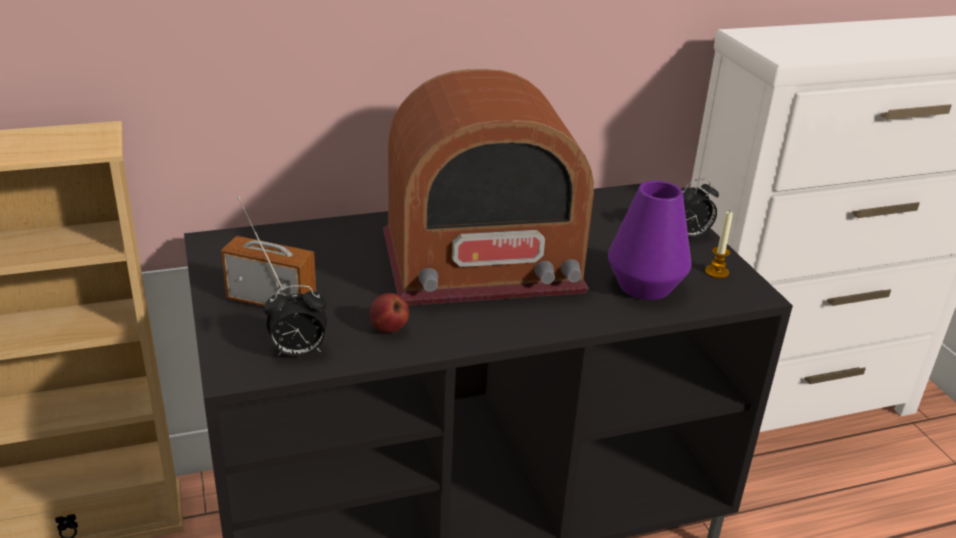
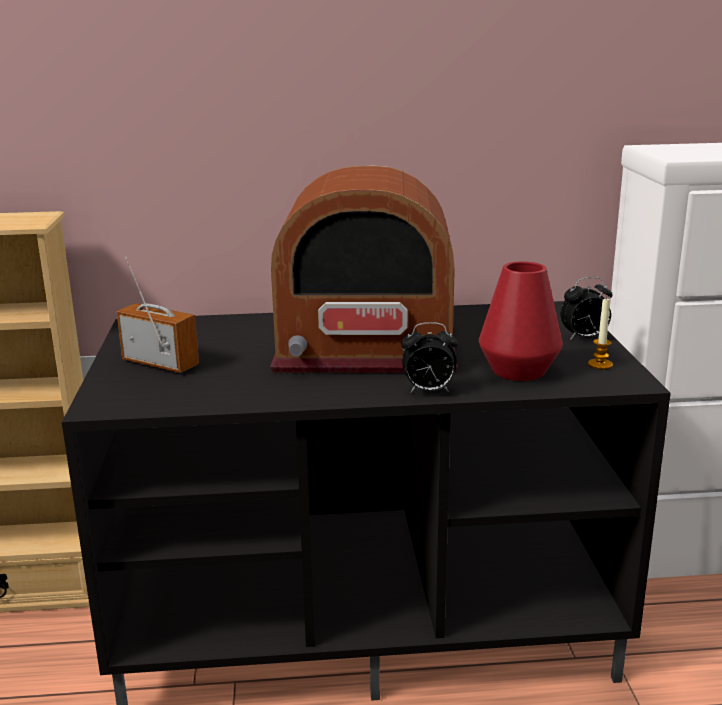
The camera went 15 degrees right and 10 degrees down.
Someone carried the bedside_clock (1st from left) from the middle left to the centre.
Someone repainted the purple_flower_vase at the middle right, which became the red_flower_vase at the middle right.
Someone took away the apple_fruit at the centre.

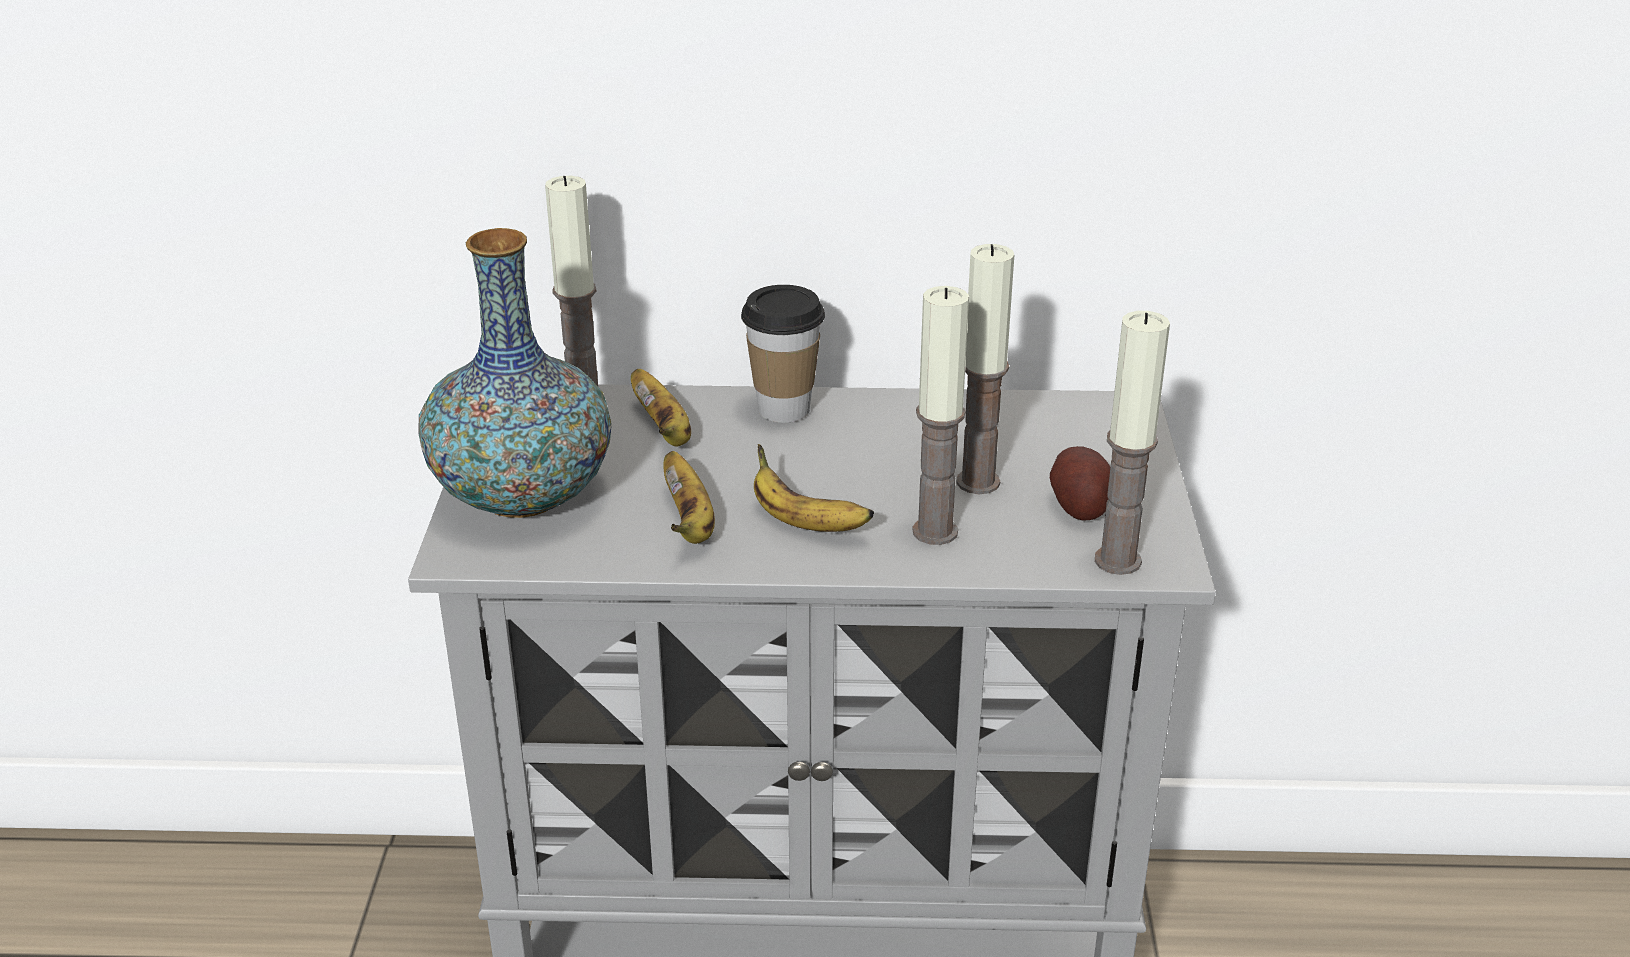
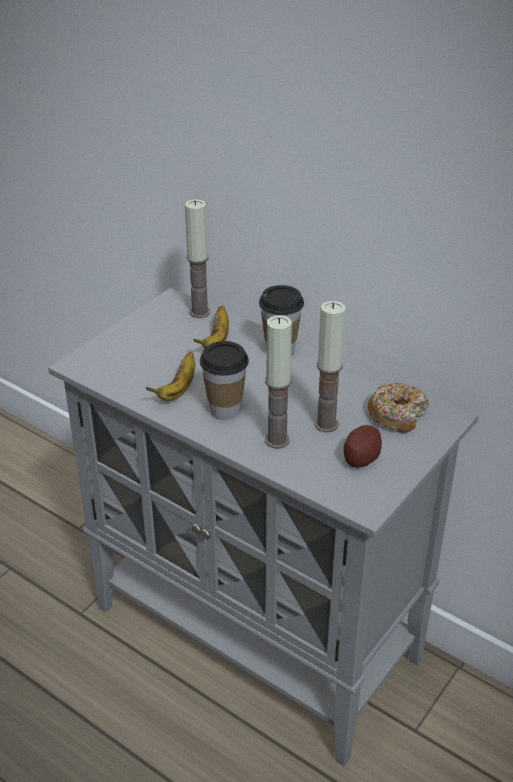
The camera went 35 degrees right and 5 degrees up.
Someone swapped the banana_fruit (3rd from left) at the centre for the cup (1st from left) at the centre.
Someone put down the doughnut at the middle right.
Someone took away the flower_vase at the middle left.
Someone took away the wax_light (4th from left) at the middle right.

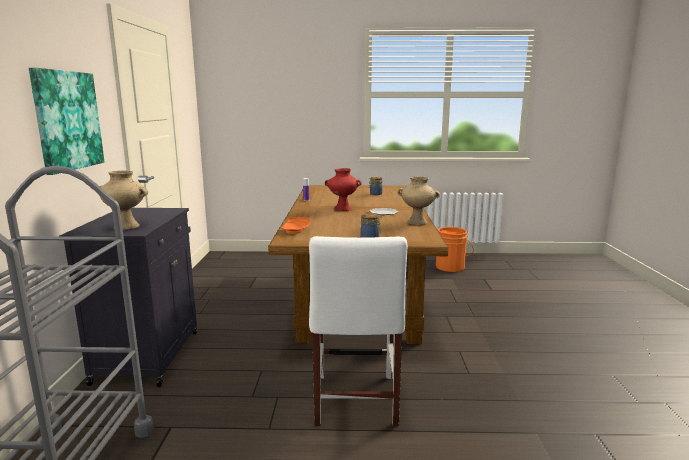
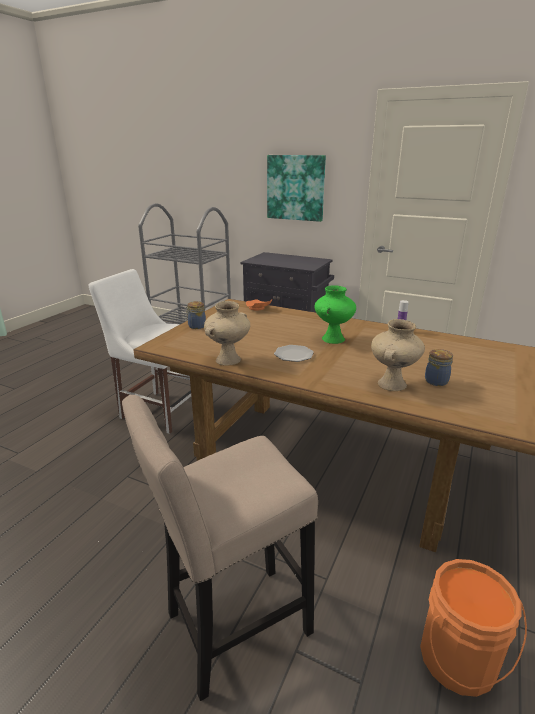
The camera went 115 degrees right and 10 degrees up.
Someone put down the beige_sitting_stool at the bottom centre.
Someone repainted the red_flower_vase at the centre, which became the green_flower_vase at the centre.
Someone carried the beige_flower_vase (1st from left in the first image) from the middle left to the middle right.

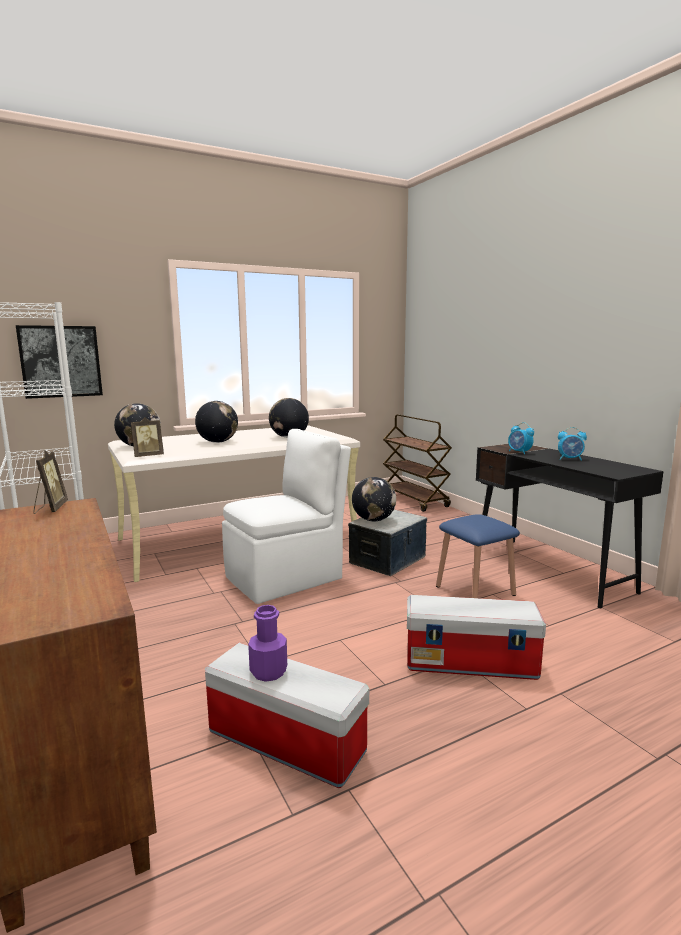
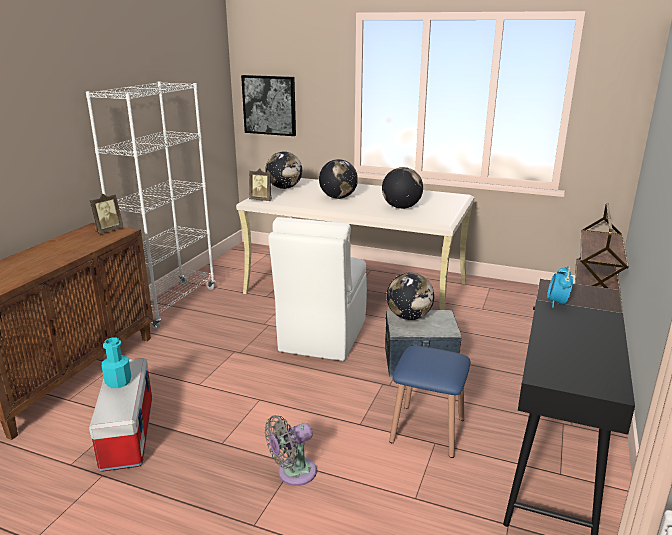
The camera went 50 degrees right and 10 degrees up.
Someone repainted the purple_drink_bottle at the bottom centre, which became the turquoise-coloured_drink_bottle at the bottom left.
Someone swapped the storage_container (3rd from left) at the bottom right for the grey_electric_fan at the bottom centre.
Someone rotated the white-coloured_chair at the centre by 90 degrees clockwise.
Someone took away the bedside_clock (2nd from left) at the middle right.

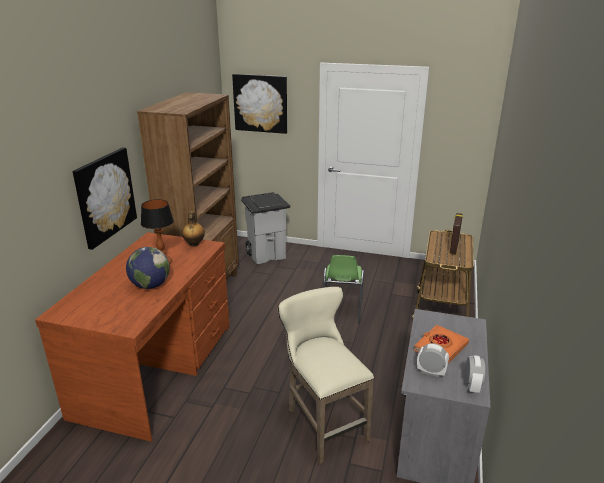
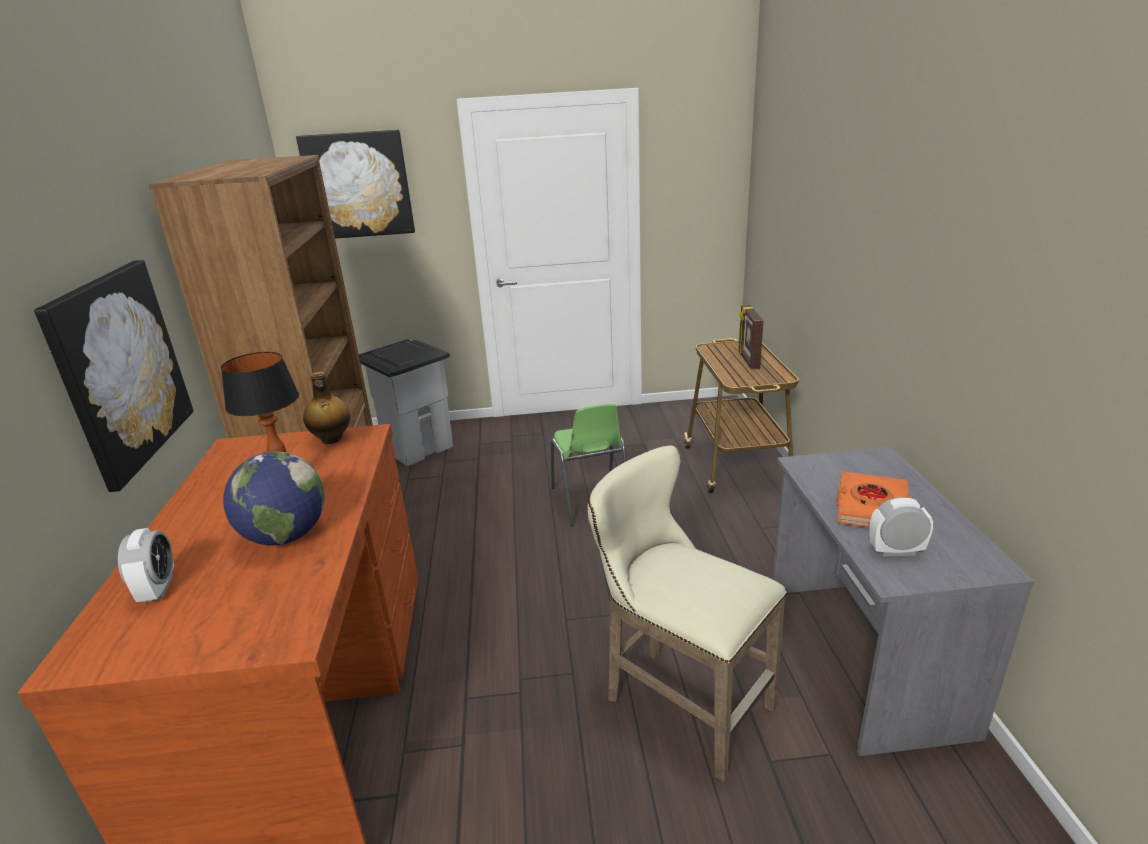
The camera went 20 degrees left and 0 degrees up.
Someone carried the bedside_clock (2nd from left in the first image) from the bottom right to the bottom left.

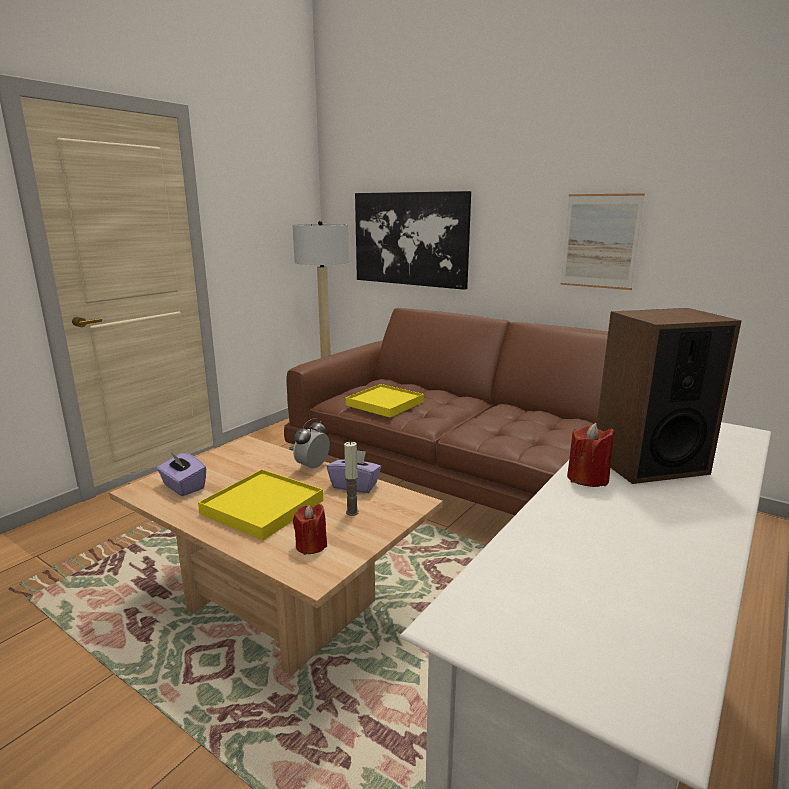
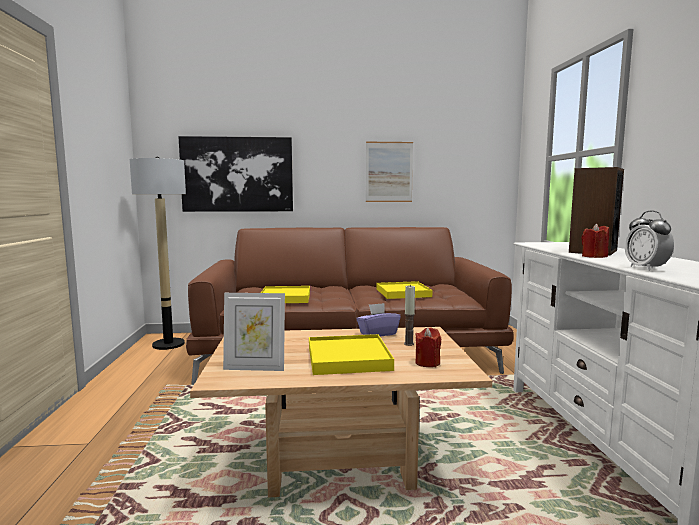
The camera went 40 degrees left and 10 degrees down.
Someone swapped the purple_tissue_holder (1st from left) at the middle left for the standing_frame at the centre.
Someone put down the yellow-coloured_tray (3rd from left) at the centre.
Someone carried the bedside_clock from the centre to the middle right.

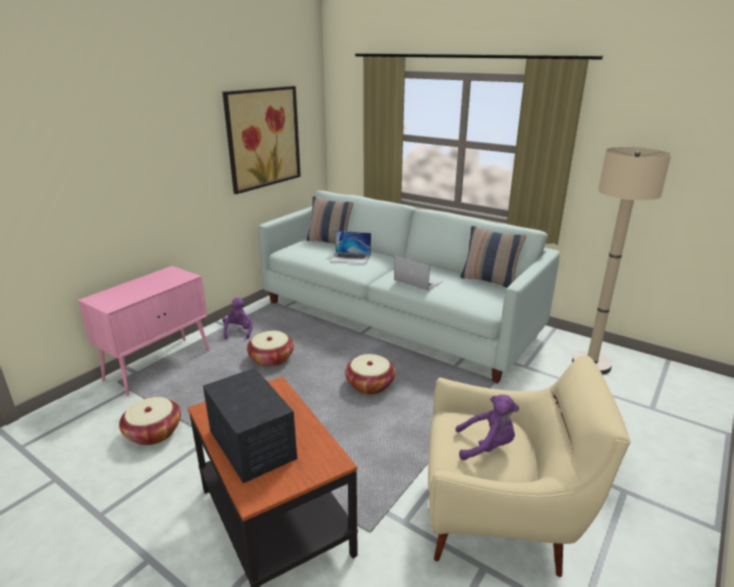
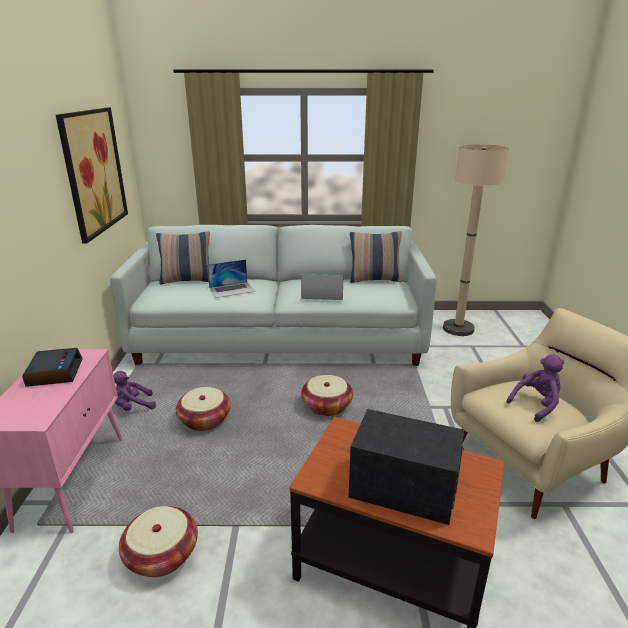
The camera went 35 degrees left and 0 degrees up.
Someone put down the bedside_clock at the middle left.
Someone rotated the purple_plush_toy (1st from left) at the middle left by 75 degrees counterclockwise.

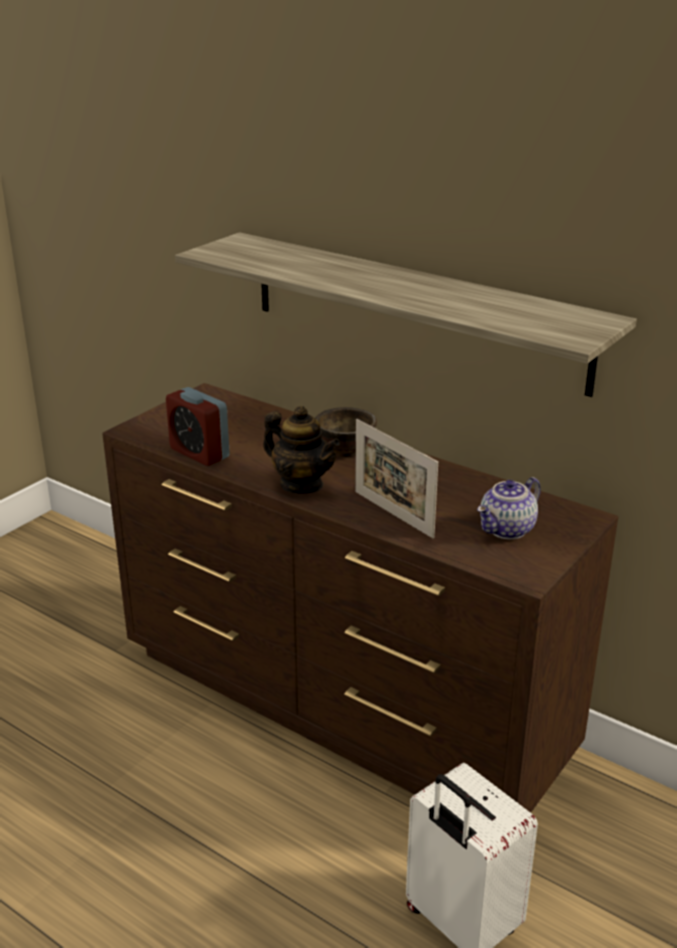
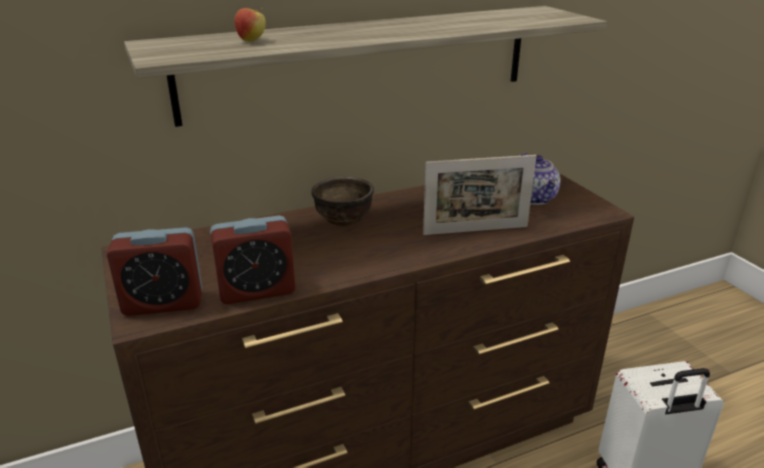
The camera went 60 degrees left and 0 degrees up.
Someone put down the bedside_clock (1st from left) at the middle left.
Someone put down the apple_fruit at the top left.
Someone took away the tea_pot (1st from left) at the centre.

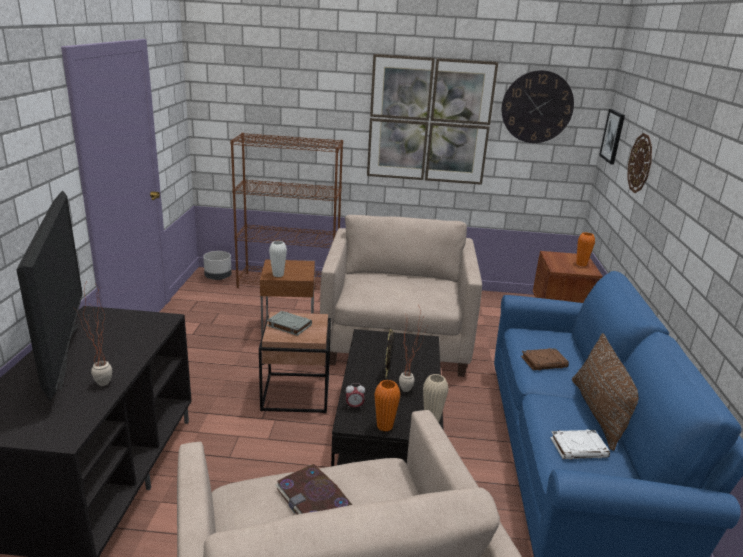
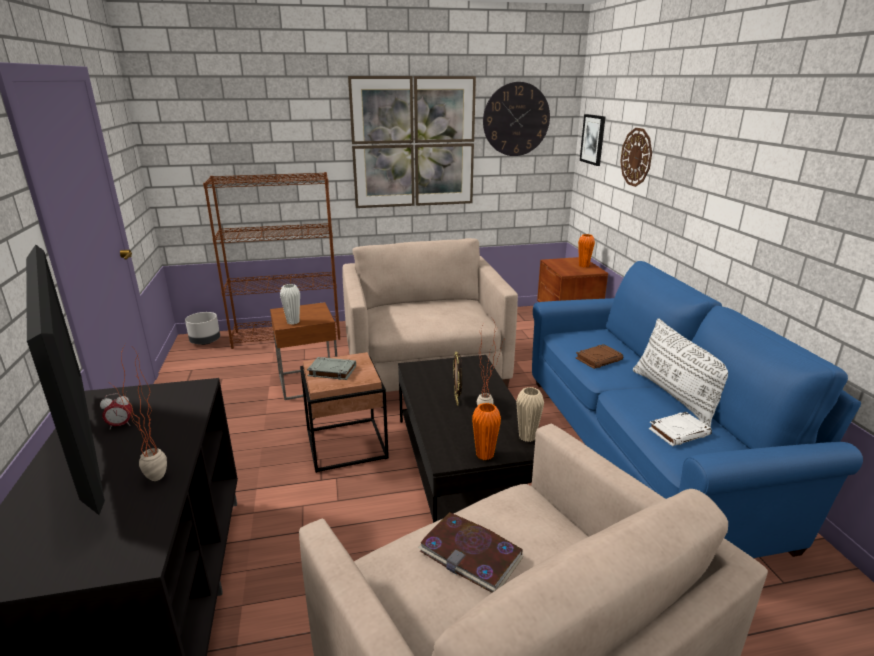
The camera went 15 degrees left and 0 degrees up.
Someone carried the bedside_clock from the bottom centre to the middle left.
Someone repainted the brown_throw_pillow at the bottom right, which became the white-coloured_throw_pillow at the middle right.

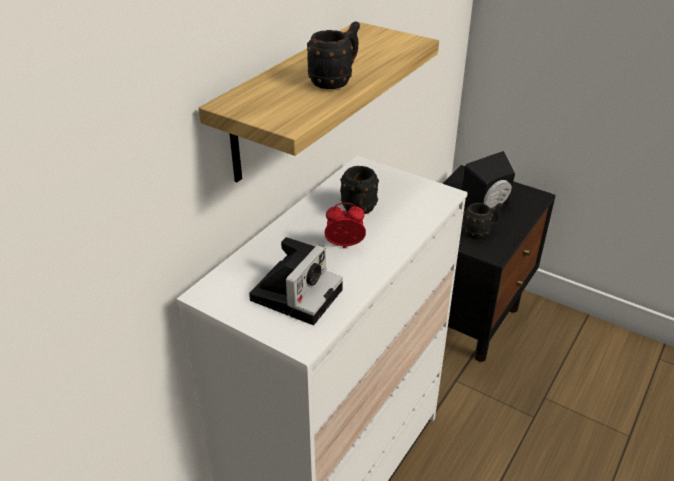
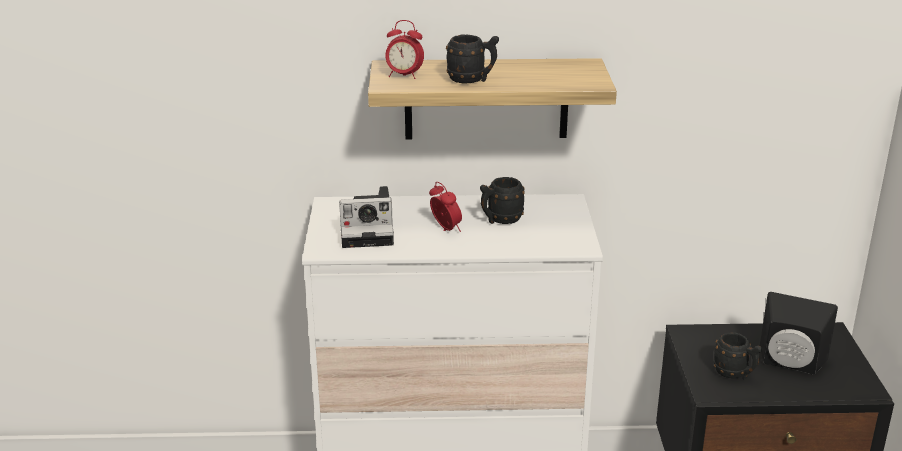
The camera went 55 degrees right and 10 degrees down.
Someone put down the bedside_clock (1st from left) at the top centre.

